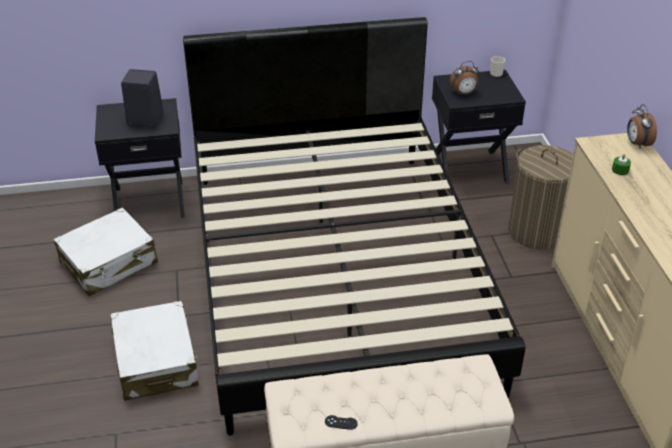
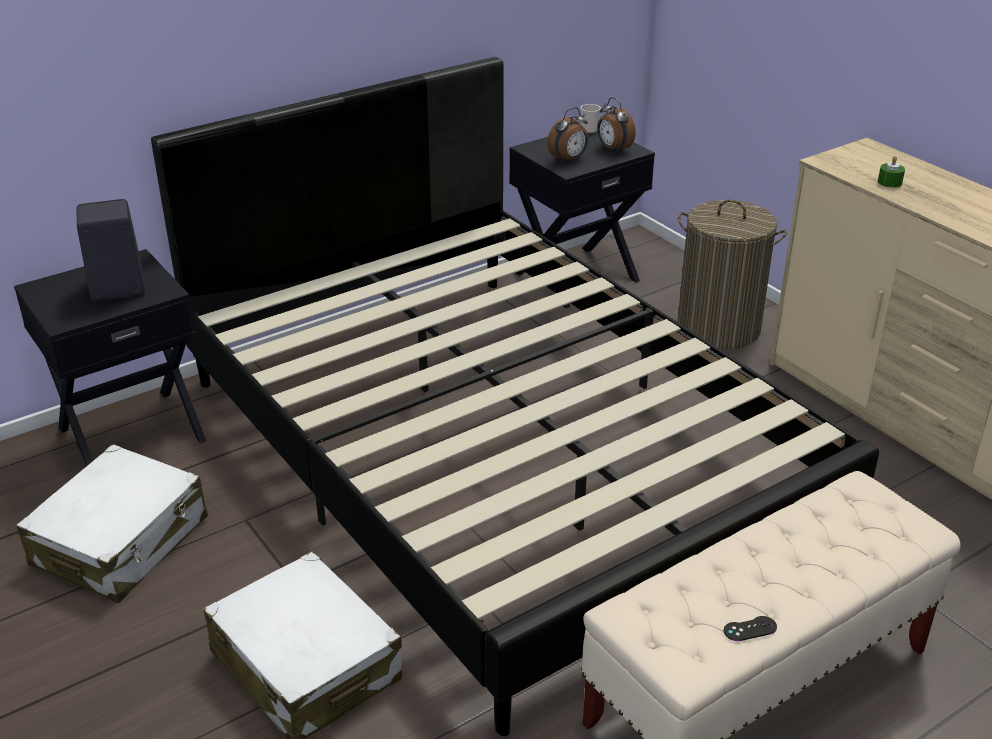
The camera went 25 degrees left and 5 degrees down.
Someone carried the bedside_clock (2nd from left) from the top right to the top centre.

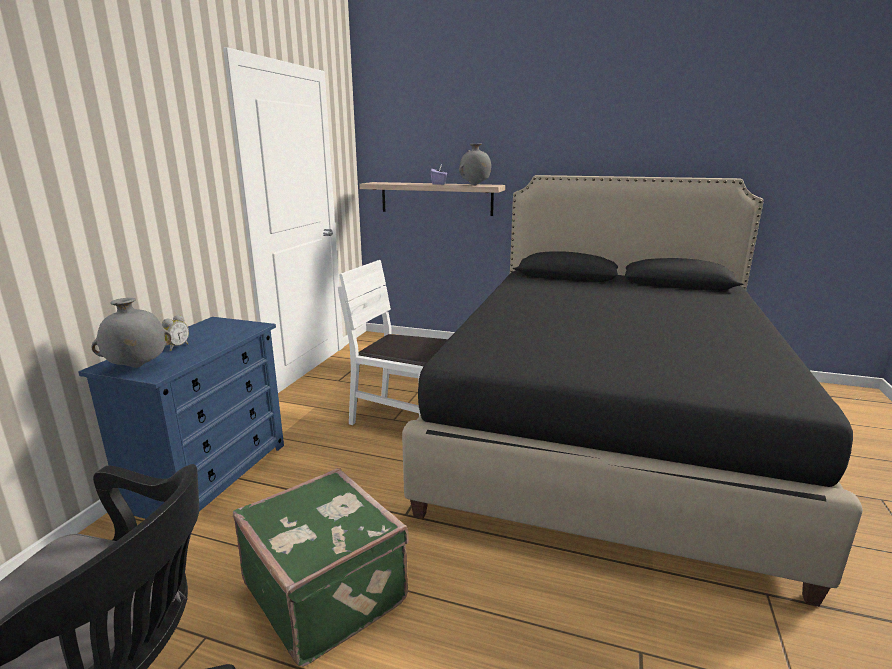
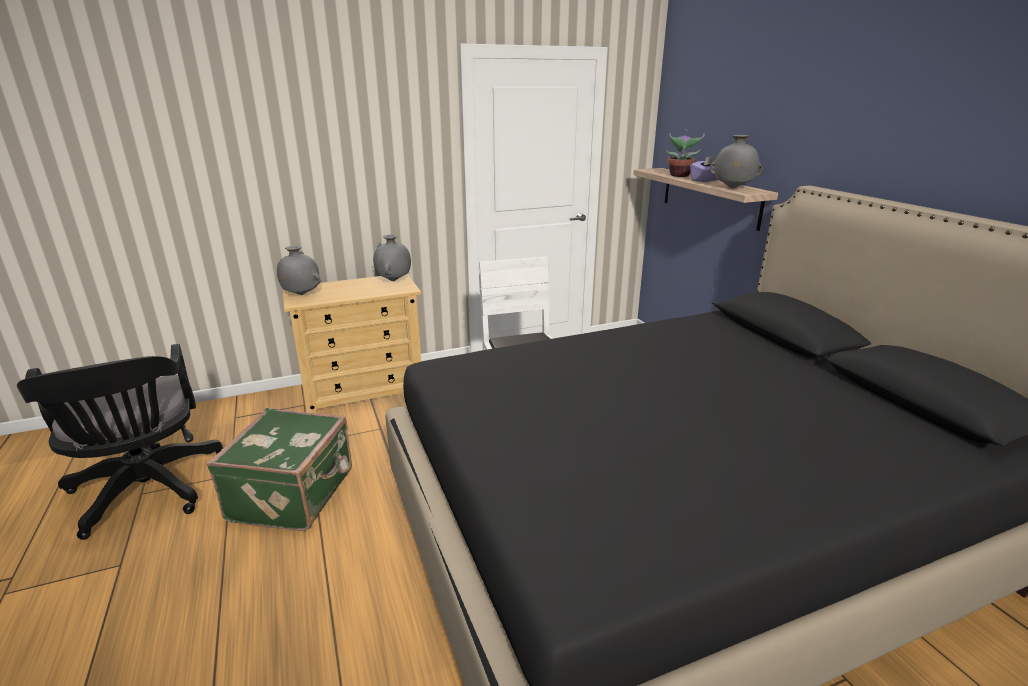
The camera went 50 degrees right and 5 degrees up.
Someone repainted the bluish_drawer_chest at the middle left, which became the beige_drawer_chest at the centre.
Someone put down the grey_flower_vase (2nd from left) at the centre.
Someone put down the houseplant at the top centre.
Someone took away the bedside_clock at the middle left.

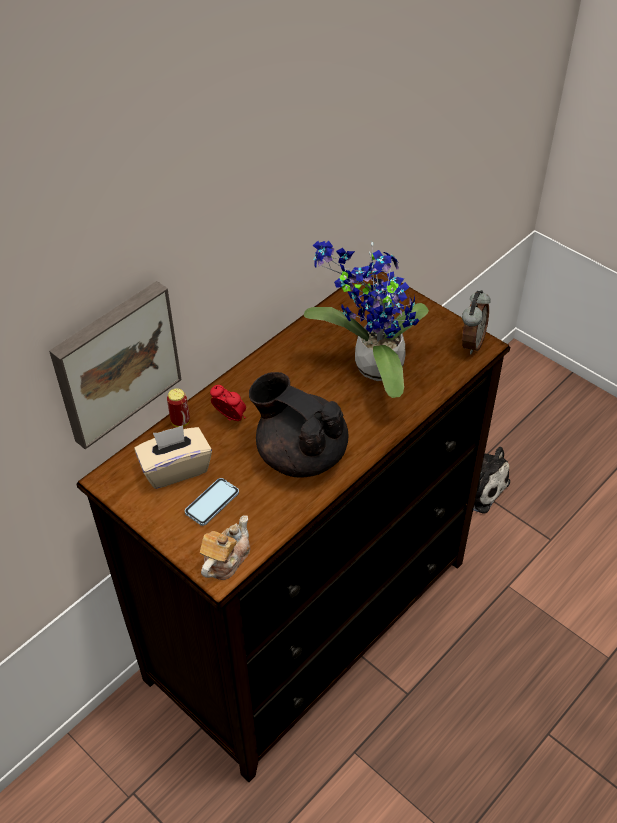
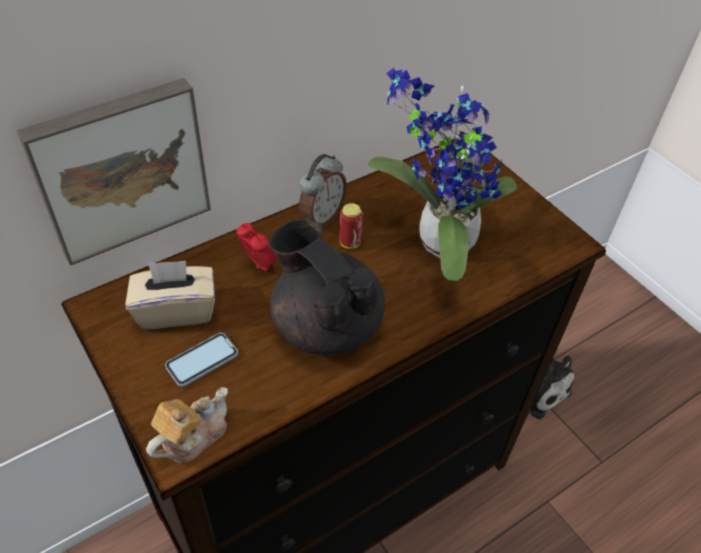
The camera went 10 degrees right and 0 degrees up.
Someone carried the bedside_clock (2nd from left) from the middle right to the centre.
Someone carried the metal_can from the middle left to the centre.

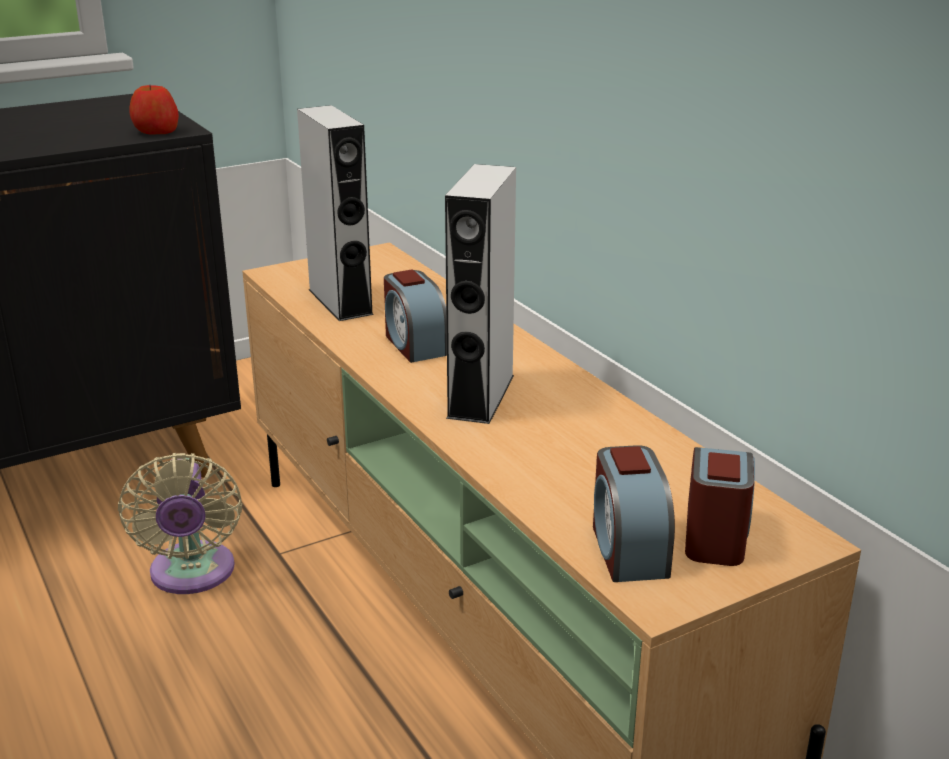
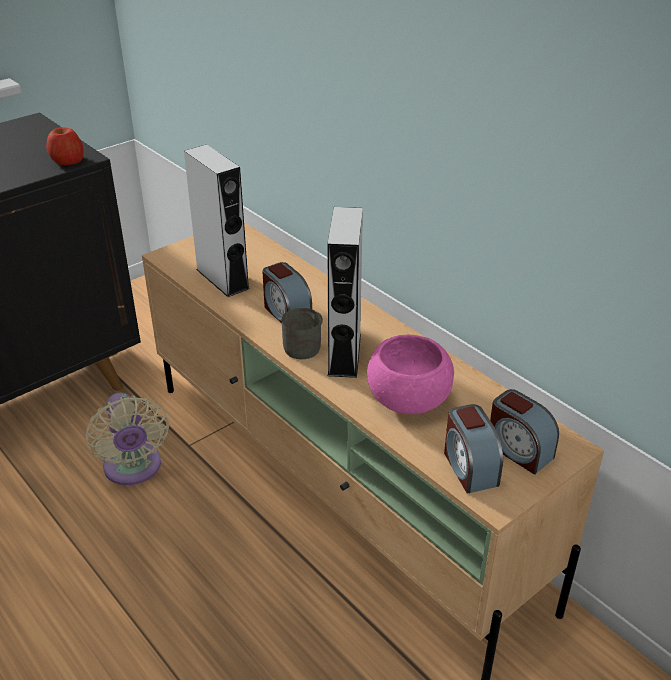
The camera went 10 degrees left and 10 degrees up.
Someone put down the grey_mug at the centre.
Someone put down the pink_bowl at the centre.
Someone rotated the bedside_clock (3rd from left) at the bottom right by 135 degrees clockwise.

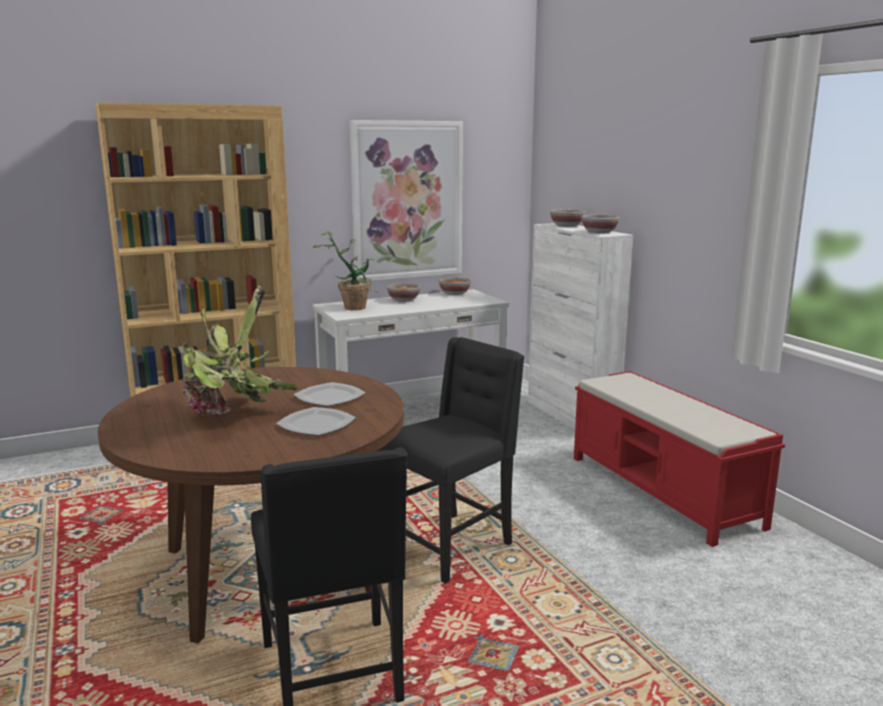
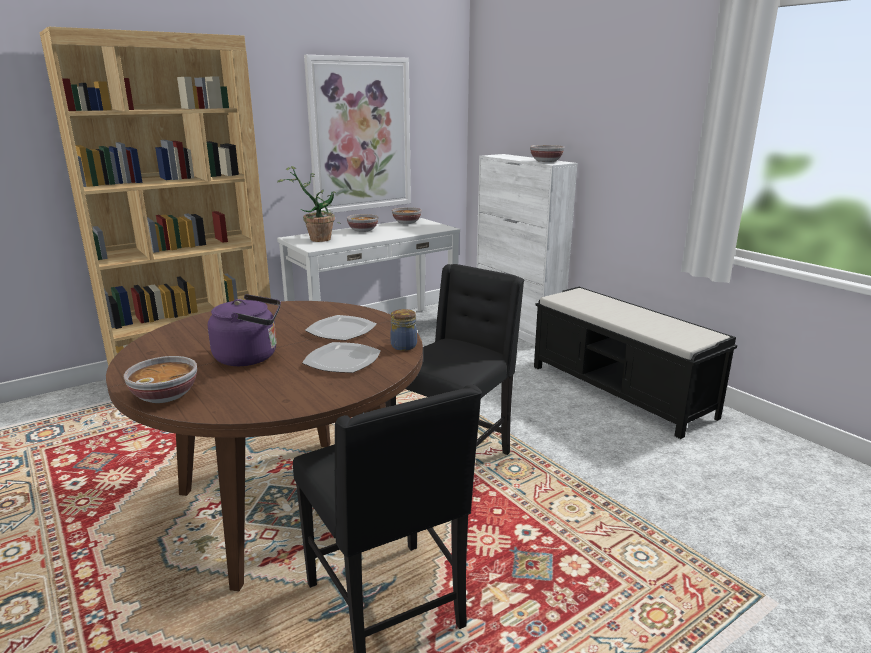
The camera went 10 degrees left and 5 degrees up.
Someone carried the bowl (3rd from left in the first image) from the top centre to the middle left.
Someone swapped the houseplant (1st from left) at the middle left for the purple_kettle at the middle left.
Someone put down the preserve_jar at the centre.
Someone repainted the red_indoor_bench at the middle right, which became the black-coloured_indoor_bench at the middle right.

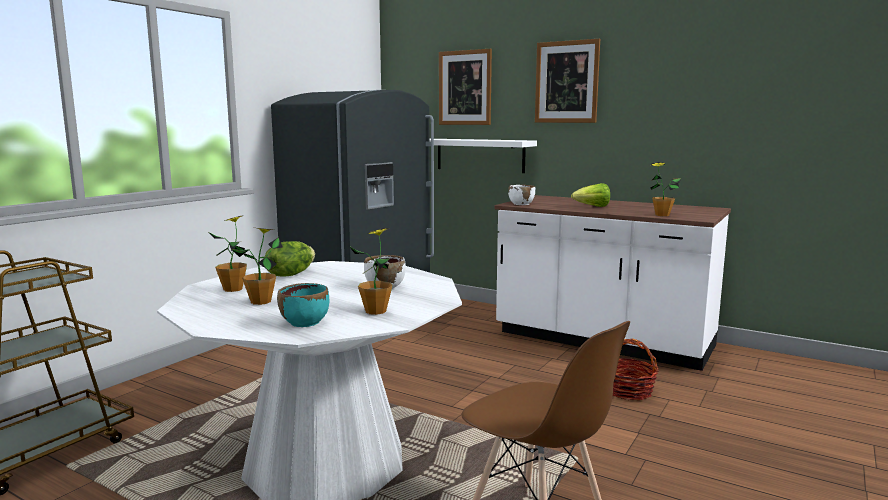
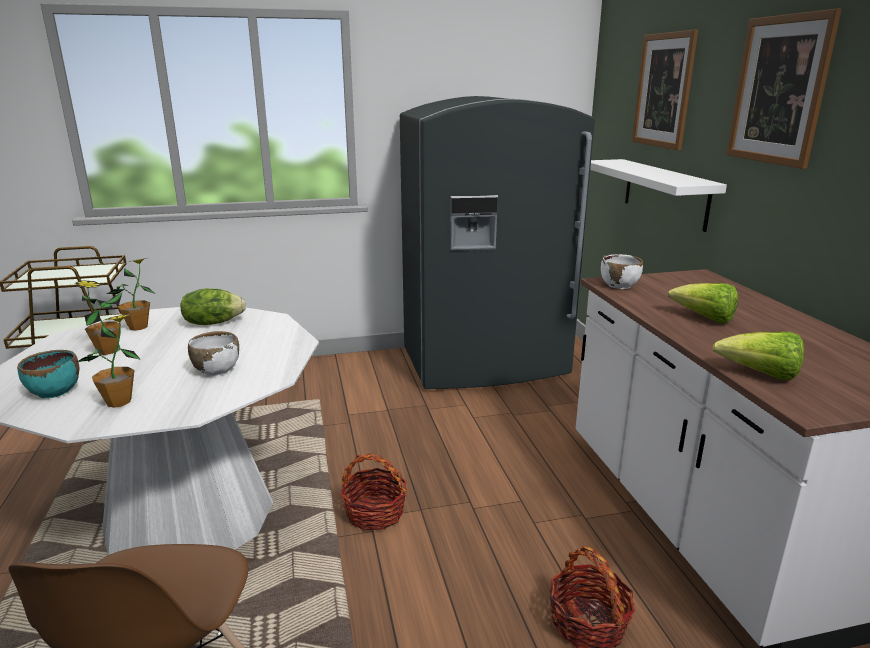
The camera went 45 degrees right and 10 degrees up.
Someone put down the basket (1st from left) at the bottom centre.
Someone swapped the houseplant (4th from left) at the middle right for the lettuce (3rd from left) at the middle right.

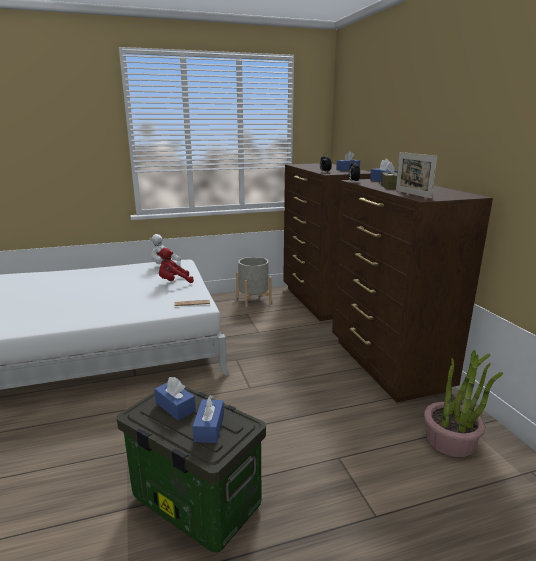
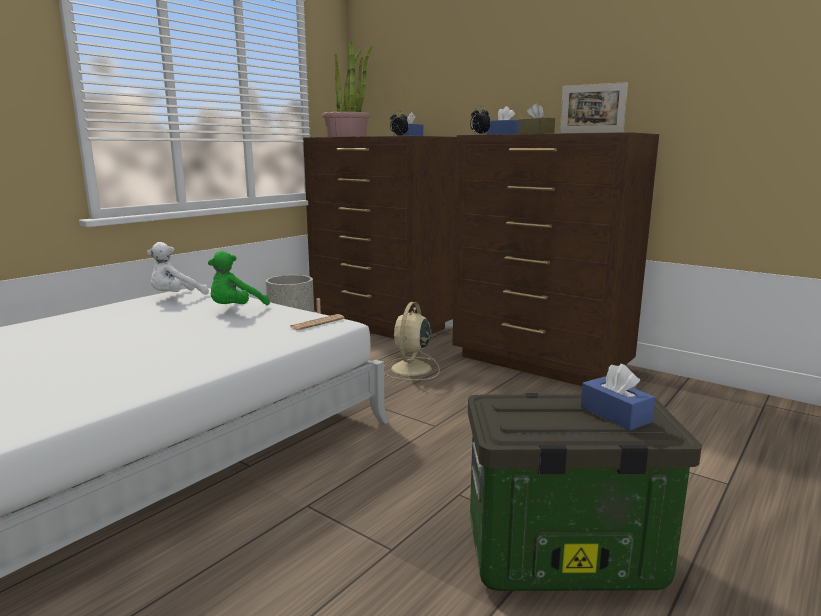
The camera went 35 degrees left and 5 degrees down.
Someone repainted the red_plush_toy at the middle left, which became the green_plush_toy at the middle left.
Someone carried the houseplant from the bottom right to the top centre.
Someone put down the beige_electric_fan at the centre.
Someone took away the bluish_tissue_holder (1st from left) at the bottom left.

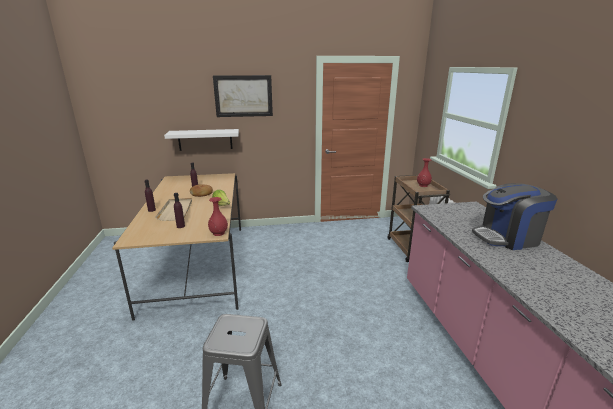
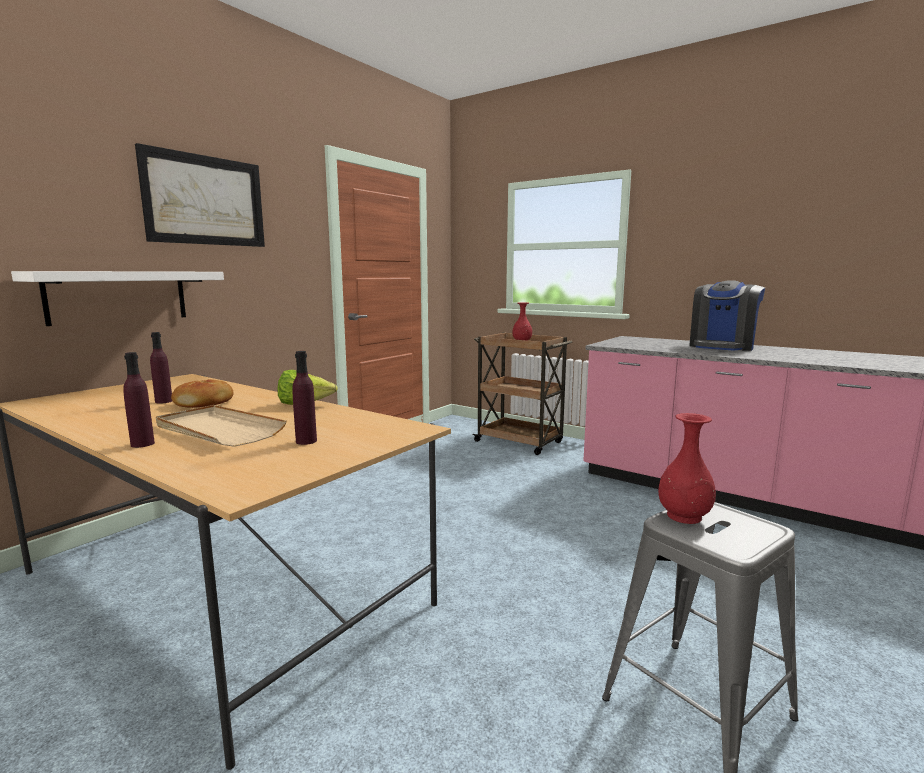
The camera went 45 degrees left and 10 degrees down.
Someone carried the red_flower_vase (1st from left in the first image) from the centre to the middle right.

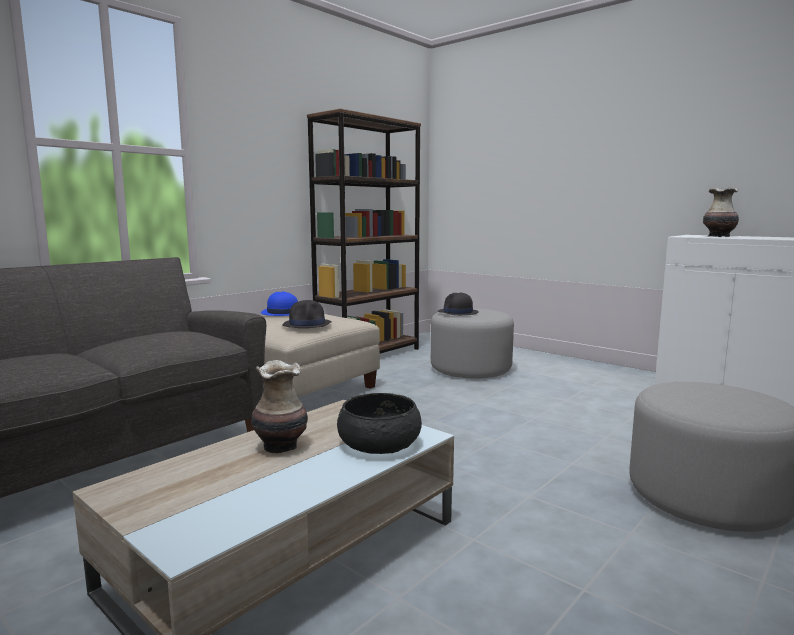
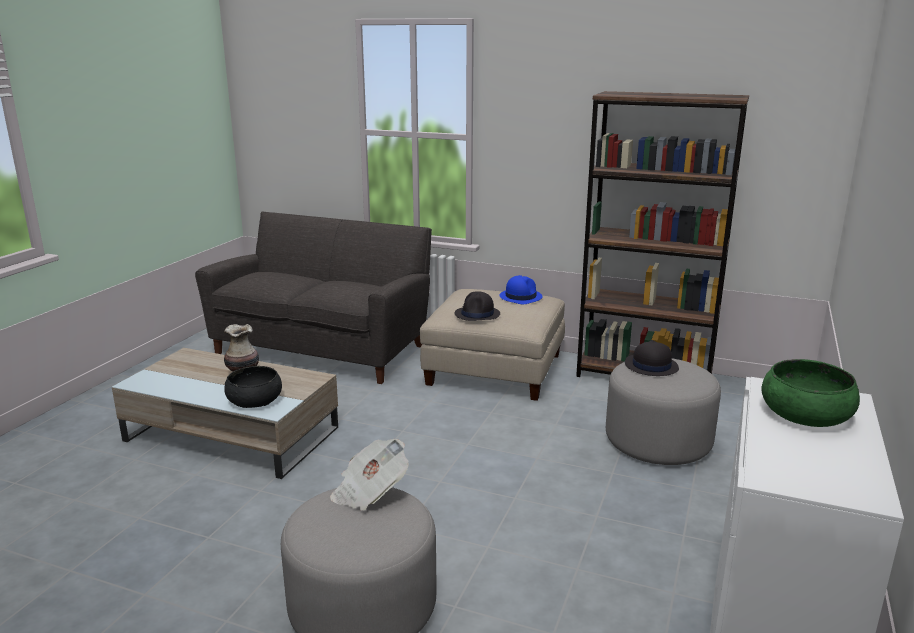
The camera went 70 degrees right and 10 degrees up.
Someone put down the printed_paper at the bottom centre.
Someone swapped the flower_vase (2nd from left) at the middle right for the green_bowl at the middle right.

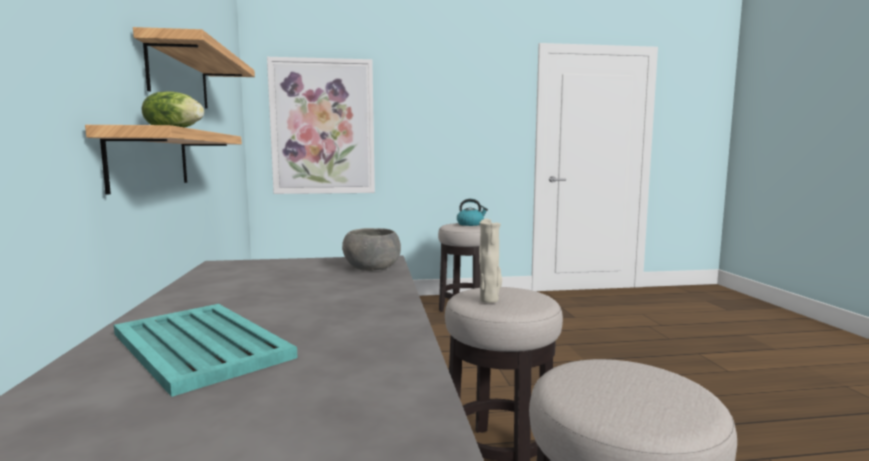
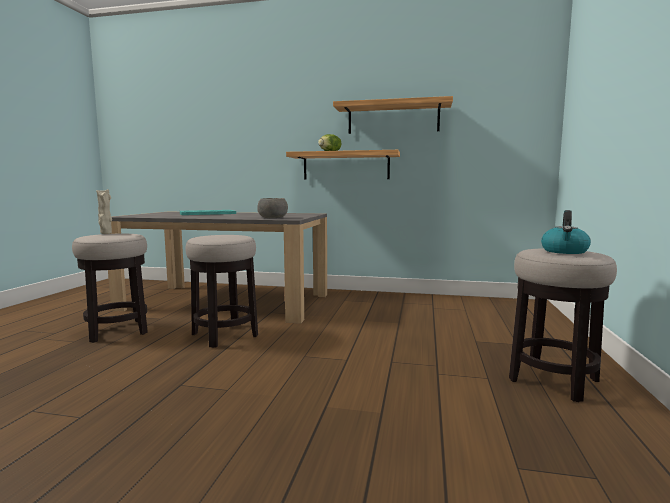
The camera went 110 degrees right and 0 degrees up.
Someone carried the beige_flower_vase from the centre to the middle left.
Someone took away the picture at the top centre.

